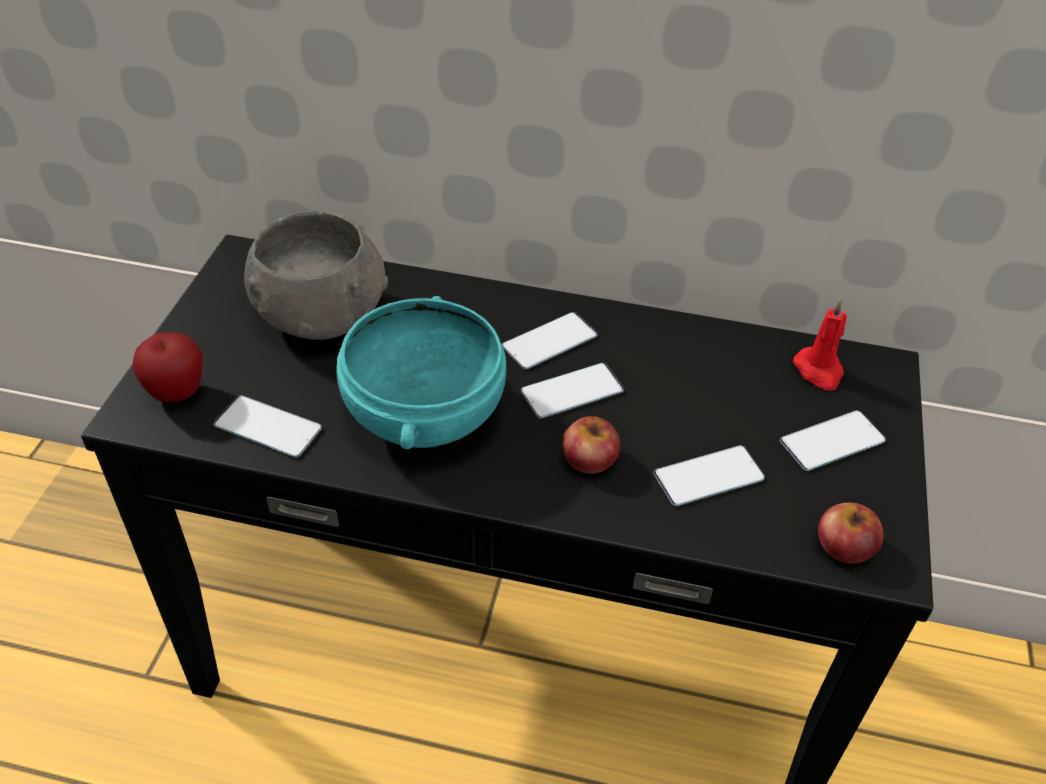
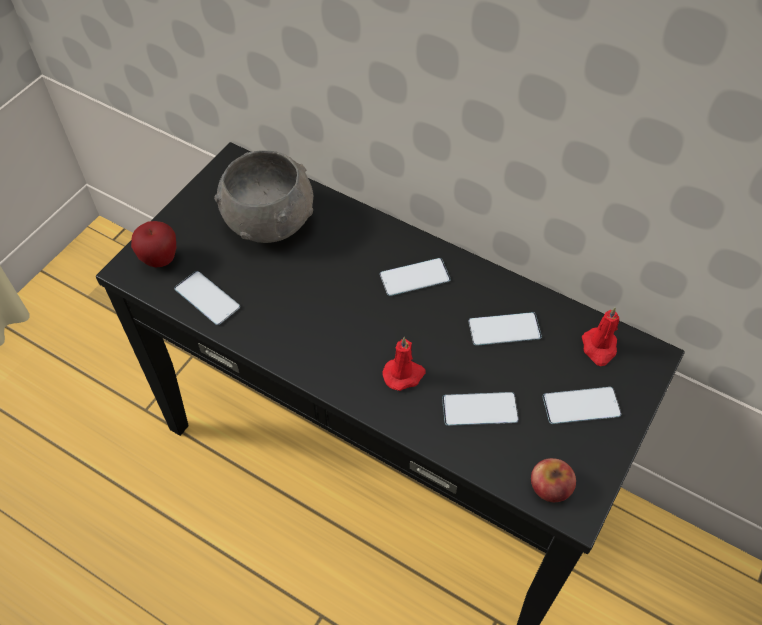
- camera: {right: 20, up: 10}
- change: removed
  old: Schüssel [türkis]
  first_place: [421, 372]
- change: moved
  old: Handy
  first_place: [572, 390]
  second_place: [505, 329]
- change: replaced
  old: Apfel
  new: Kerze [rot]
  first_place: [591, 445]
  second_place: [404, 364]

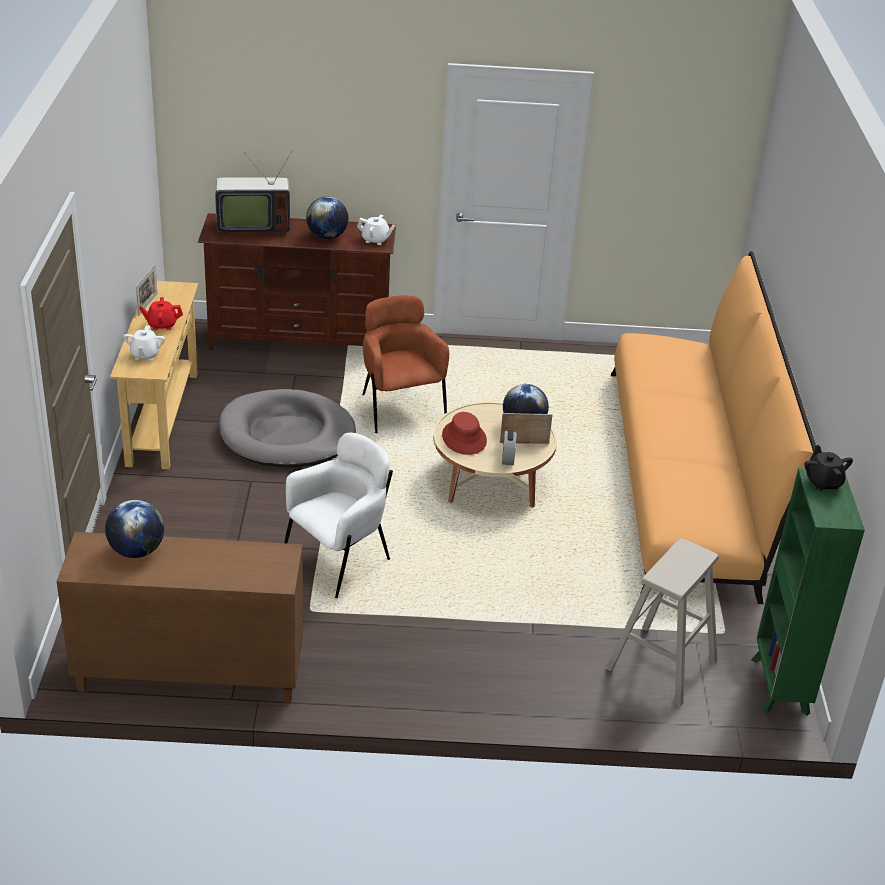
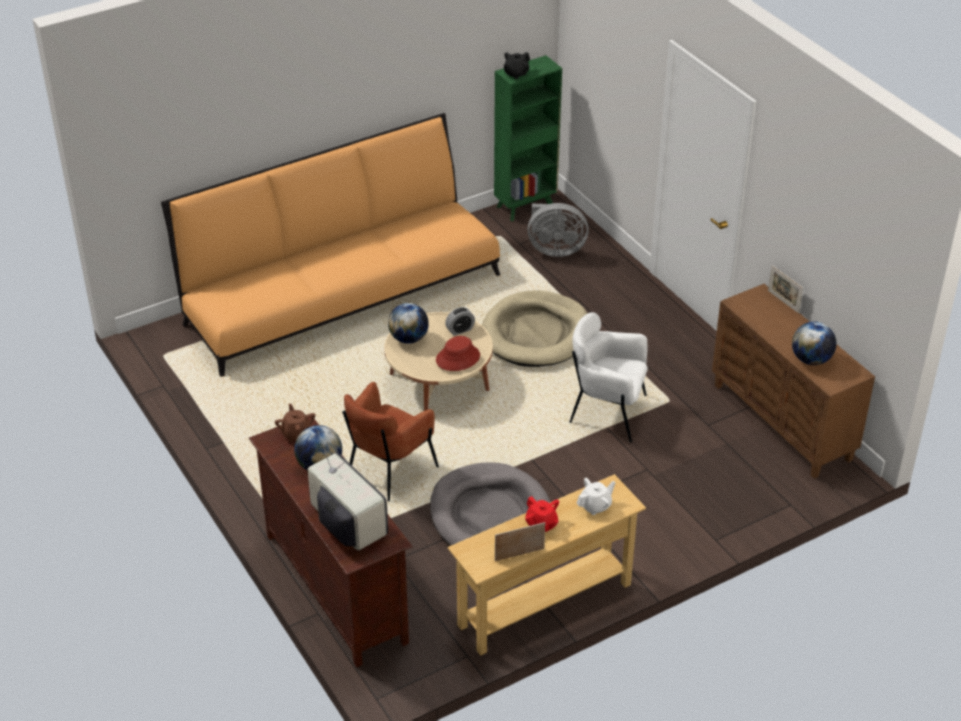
- camera: {right: -120, up: 5}
- change: recoloured
  old: Teekanne [weiß]
  new: Teekanne [braun]
  first_place: [376, 230]
  second_place: [295, 423]
- change: moved
  old: Bilderrahmen
  first_place: [526, 428]
  second_place: [785, 289]
- change: replaced
  old: Hocker [beige]
  new: Ventilator [grau]
  first_place: [662, 622]
  second_place: [558, 230]
- change: added
  new: Hundebett [beige]
  second_place: [535, 328]

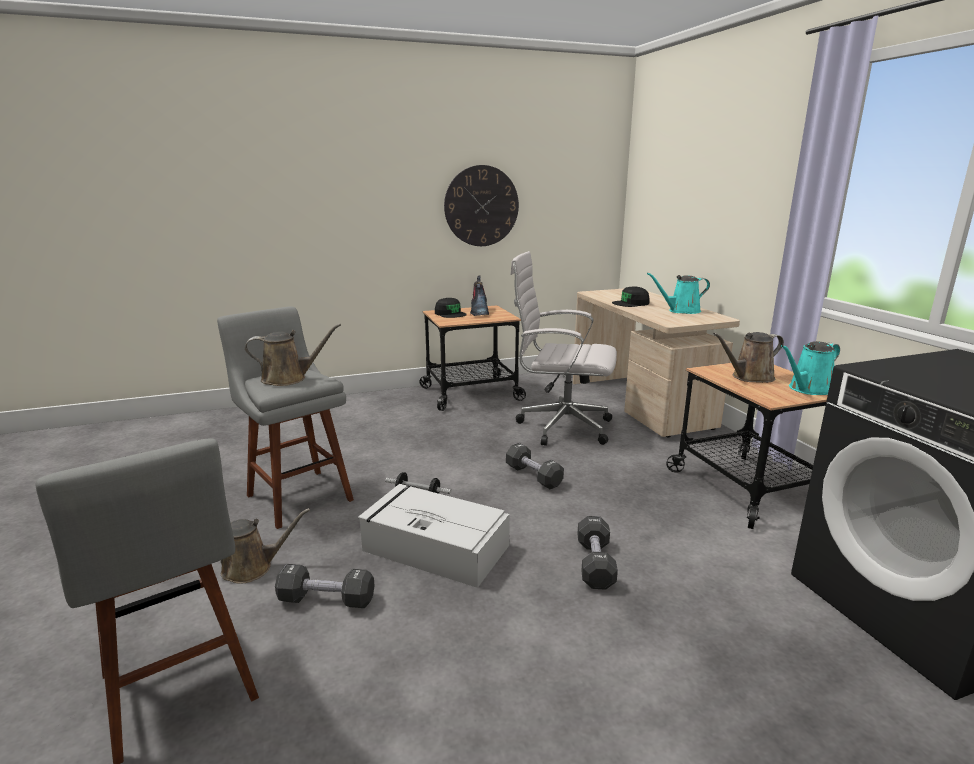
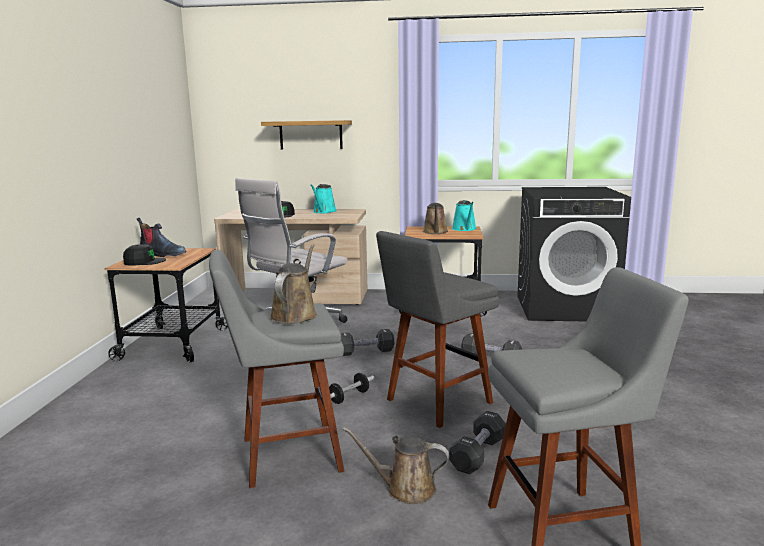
- camera: {right: -65, up: -5}
- change: turned
  old: Gießkanne [braun]
  first_place: [265, 546]
  second_place: [396, 465]
  degrees: -90
- change: replaced
  old: Aufbewahrungsbox [grau]
  new: Hocker [grau]
  first_place: [434, 536]
  second_place: [438, 329]
- change: removed
  old: Wanduhr
  first_place: [481, 205]
- change: added
  new: Wandregal
  second_place: [306, 134]

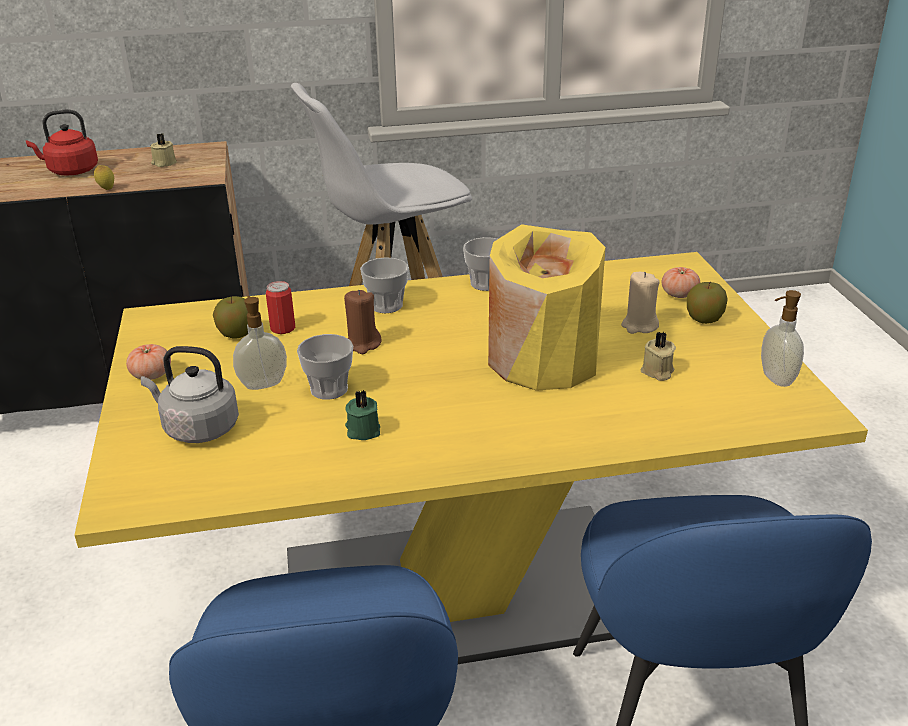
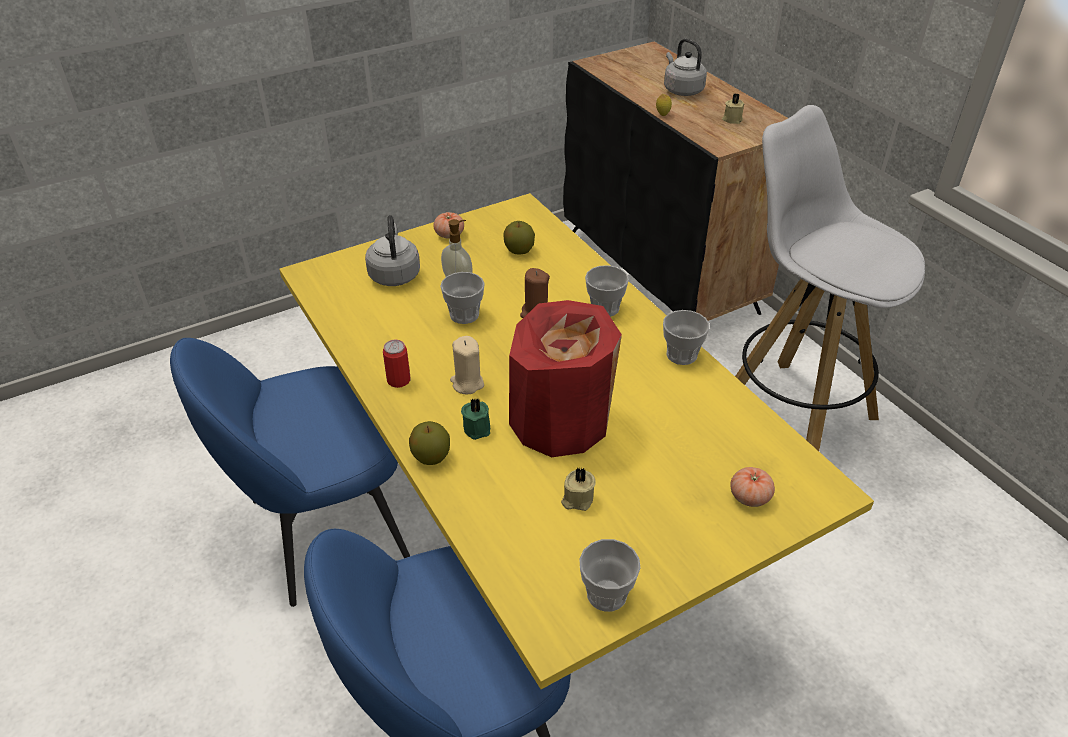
- camera: {right: 70, up: 10}
- change: recoloured
  old: Wasserkessel [rot]
  new: Wasserkessel [grau]
  first_place: [62, 142]
  second_place: [685, 67]
- change: moved
  old: Dose
  first_place: [280, 307]
  second_place: [396, 364]
- change: moved
  old: Kerze [grün]
  first_place: [362, 415]
  second_place: [475, 419]
- change: recoloured
  old: Vase [gelb]
  new: Vase [rot]
  first_place: [547, 307]
  second_place: [565, 378]
- change: moved
  old: Kerze [beige]
  first_place: [640, 303]
  second_place: [467, 365]
- change: moved
  old: Apfel
  first_place: [707, 303]
  second_place: [429, 443]
- change: replaced
  old: Seifenspender
  new: Tasse
  first_place: [782, 338]
  second_place: [610, 575]

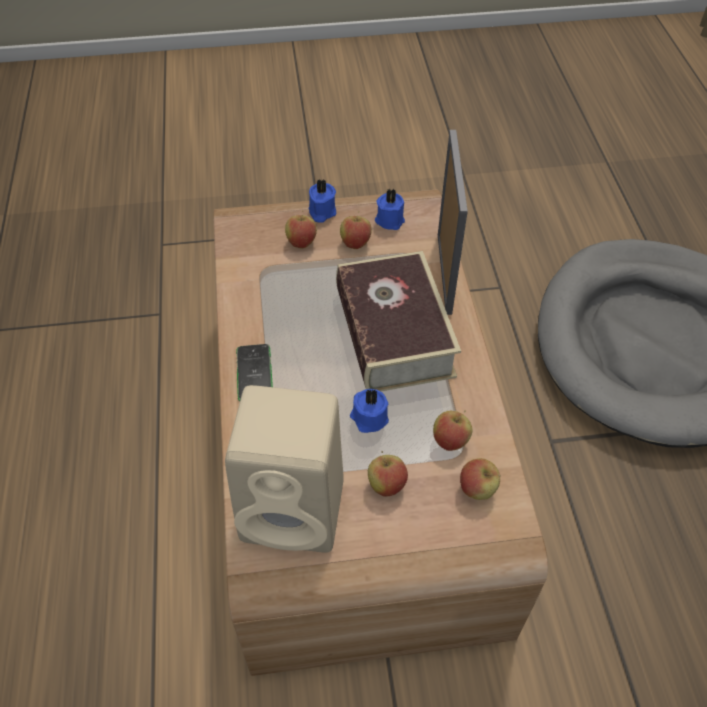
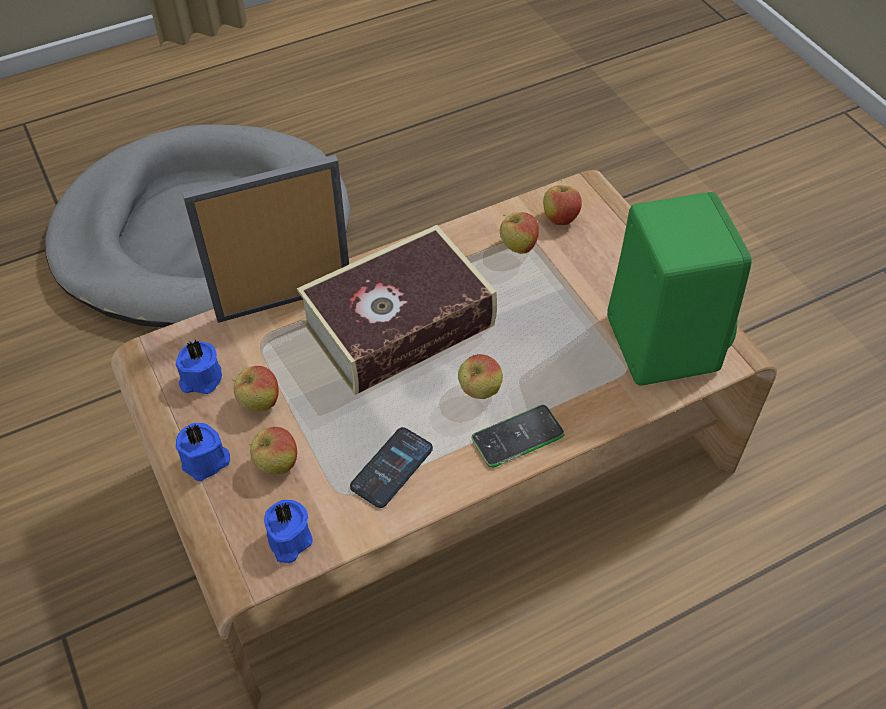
- camera: {right: -110, up: 0}
- change: recoloured
  old: Lautsprecher [beige]
  new: Lautsprecher [grün]
  first_place: [284, 469]
  second_place: [679, 289]
- change: moved
  old: Kerze [blau]
  first_place: [369, 411]
  second_place: [288, 531]
- change: moved
  old: Apfel
  first_place: [388, 474]
  second_place: [480, 376]
- change: added
  new: Handy
  second_place: [391, 467]

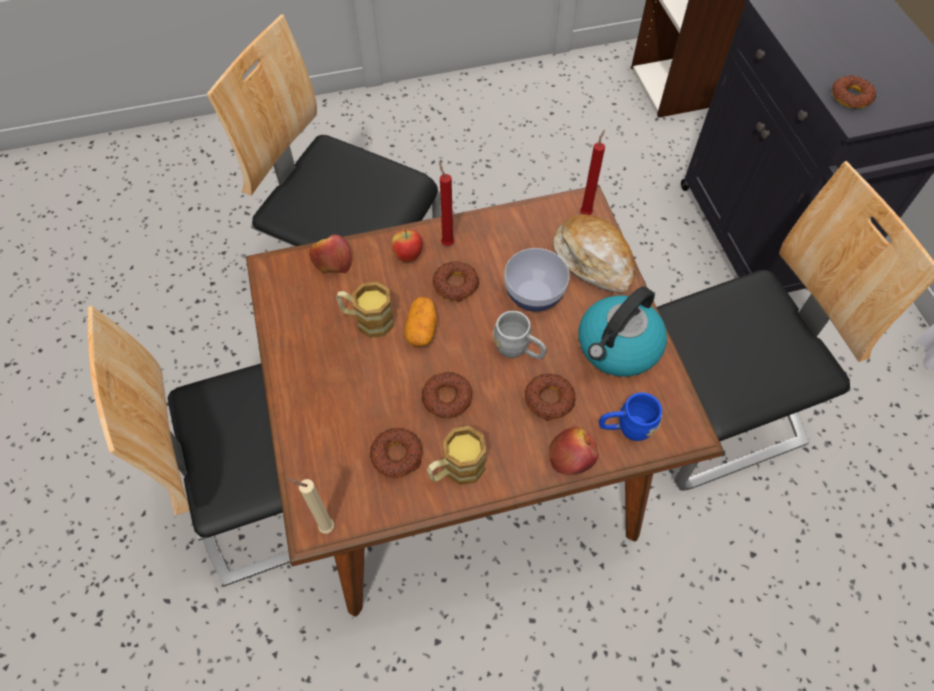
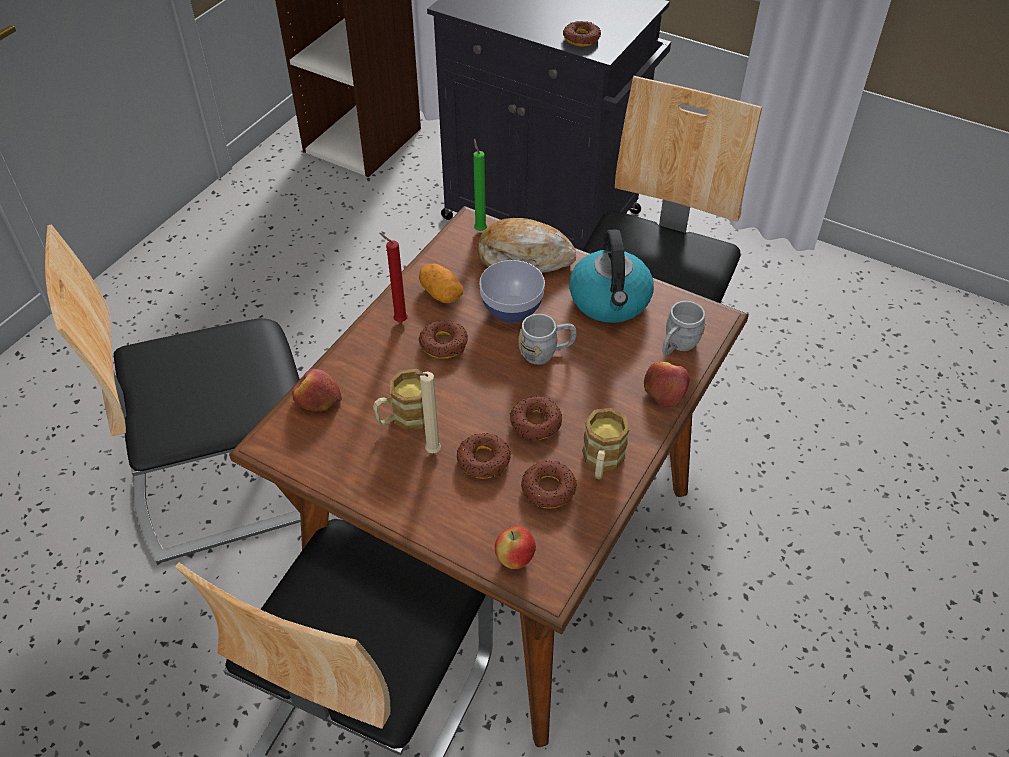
- camera: {right: -45, up: -10}
- change: moved
  old: Kerze [beige]
  first_place: [311, 506]
  second_place: [427, 412]
- change: moved
  old: Apfel
  first_place: [407, 245]
  second_place: [515, 547]
- change: moved
  old: Kartoffel
  first_place: [420, 321]
  second_place: [441, 283]
- change: moved
  old: Donut
  first_place: [550, 397]
  second_place: [484, 456]
- change: recoloured
  old: Kerze [rot]
  new: Kerze [grün]
  first_place: [592, 172]
  second_place: [480, 184]
- change: recoloured
  old: Henkelbecher [blau]
  new: Henkelbecher [grau]
  first_place: [630, 417]
  second_place: [683, 328]

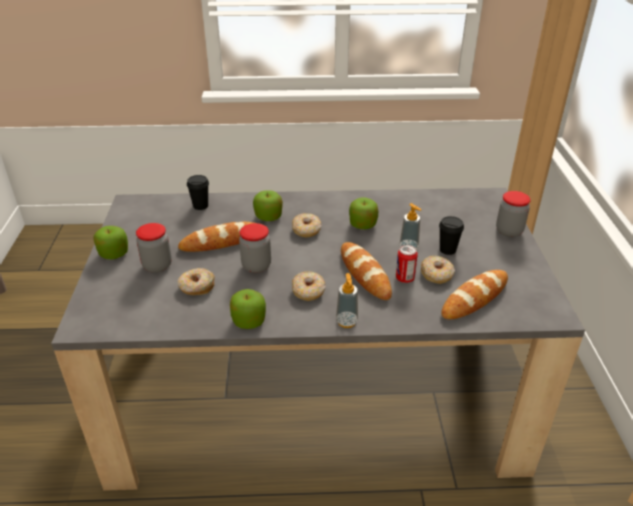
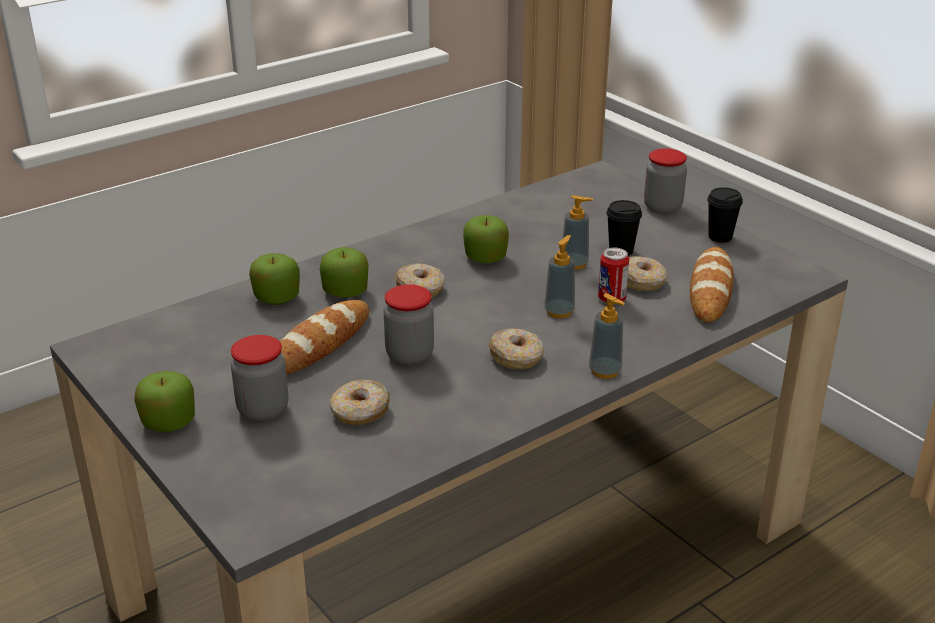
- camera: {right: -35, up: -5}
- change: moved
  old: Tasse [schwarz]
  first_place: [198, 192]
  second_place: [725, 215]
- change: moved
  old: Apfel
  first_place: [248, 309]
  second_place: [274, 279]
- change: replaced
  old: Brot
  new: Seifenspender
  first_place: [366, 271]
  second_place: [559, 276]

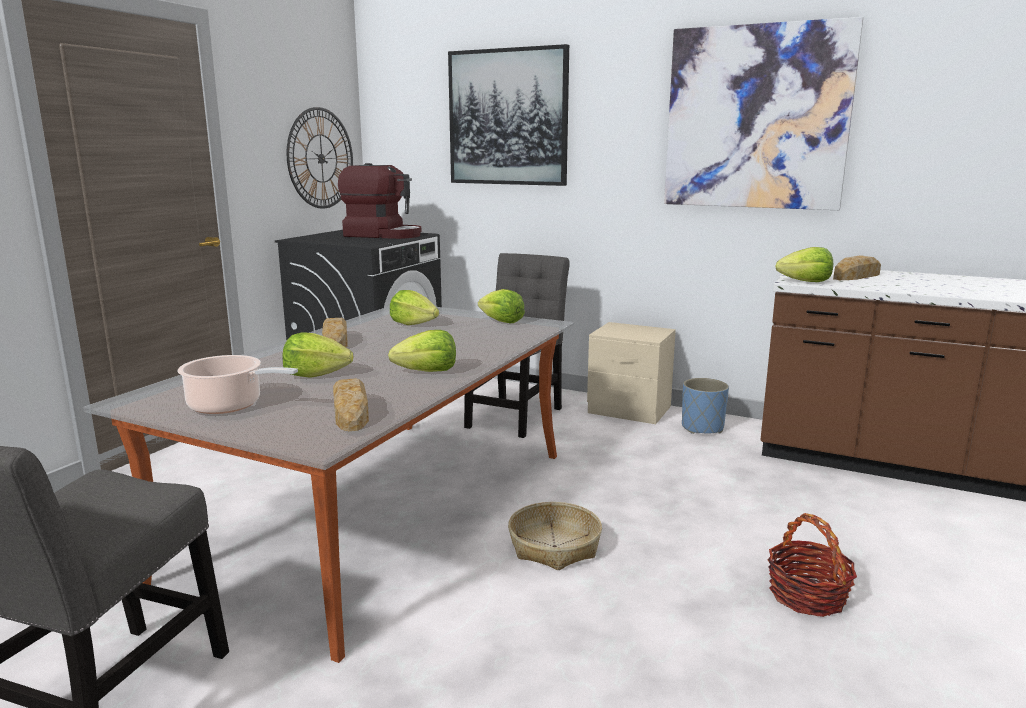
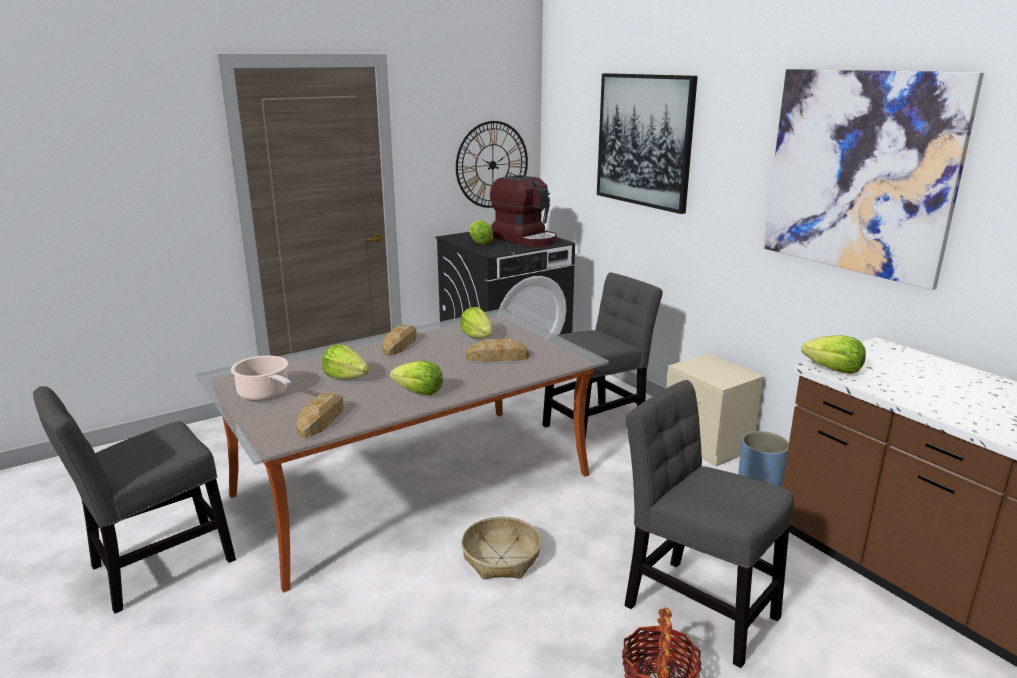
- camera: {right: 30, up: 5}
- change: moved
  old: Salatkopf
  first_place: [501, 306]
  second_place: [481, 232]
- change: moved
  old: Brot
  first_place: [857, 267]
  second_place: [497, 350]
- change: added
  new: Stuhl [grau]
  second_place: [709, 524]

